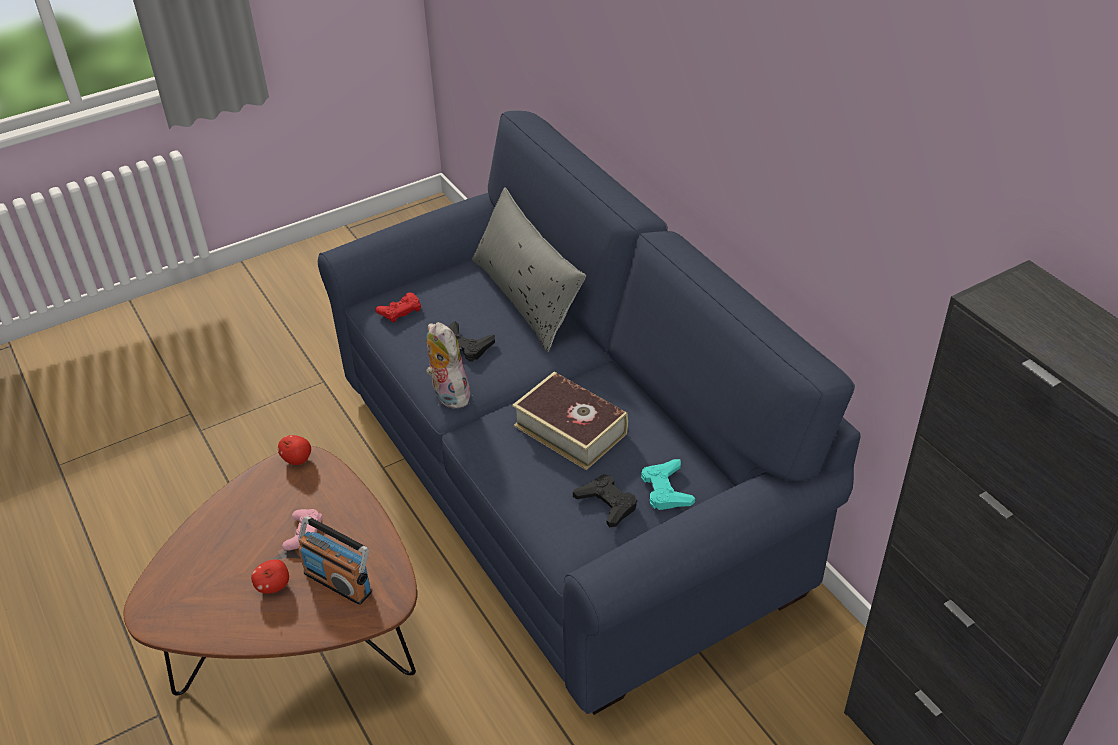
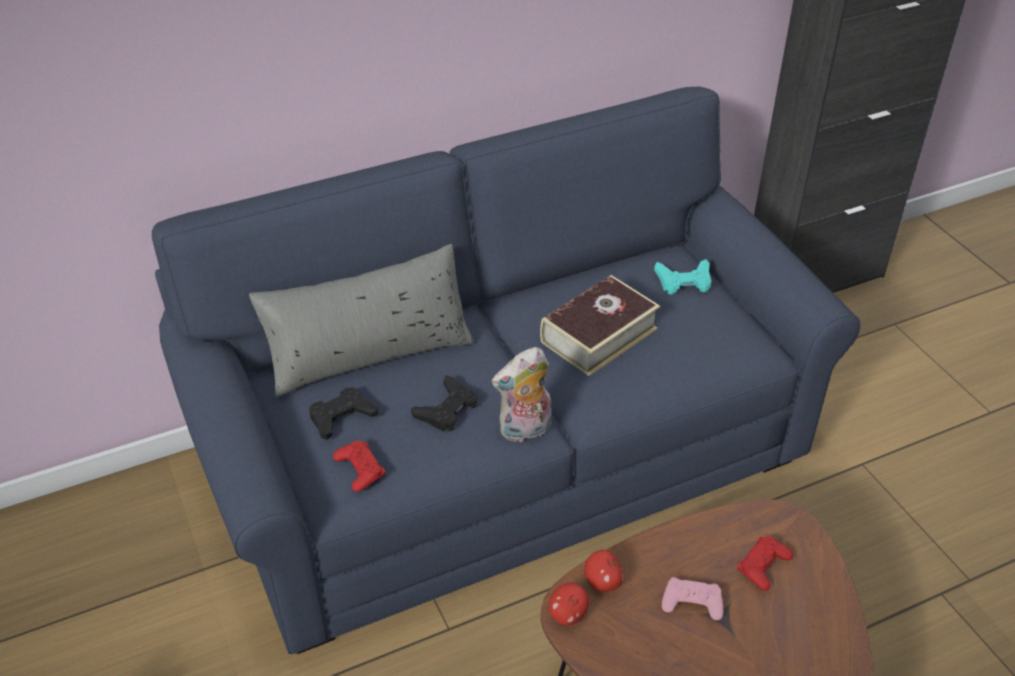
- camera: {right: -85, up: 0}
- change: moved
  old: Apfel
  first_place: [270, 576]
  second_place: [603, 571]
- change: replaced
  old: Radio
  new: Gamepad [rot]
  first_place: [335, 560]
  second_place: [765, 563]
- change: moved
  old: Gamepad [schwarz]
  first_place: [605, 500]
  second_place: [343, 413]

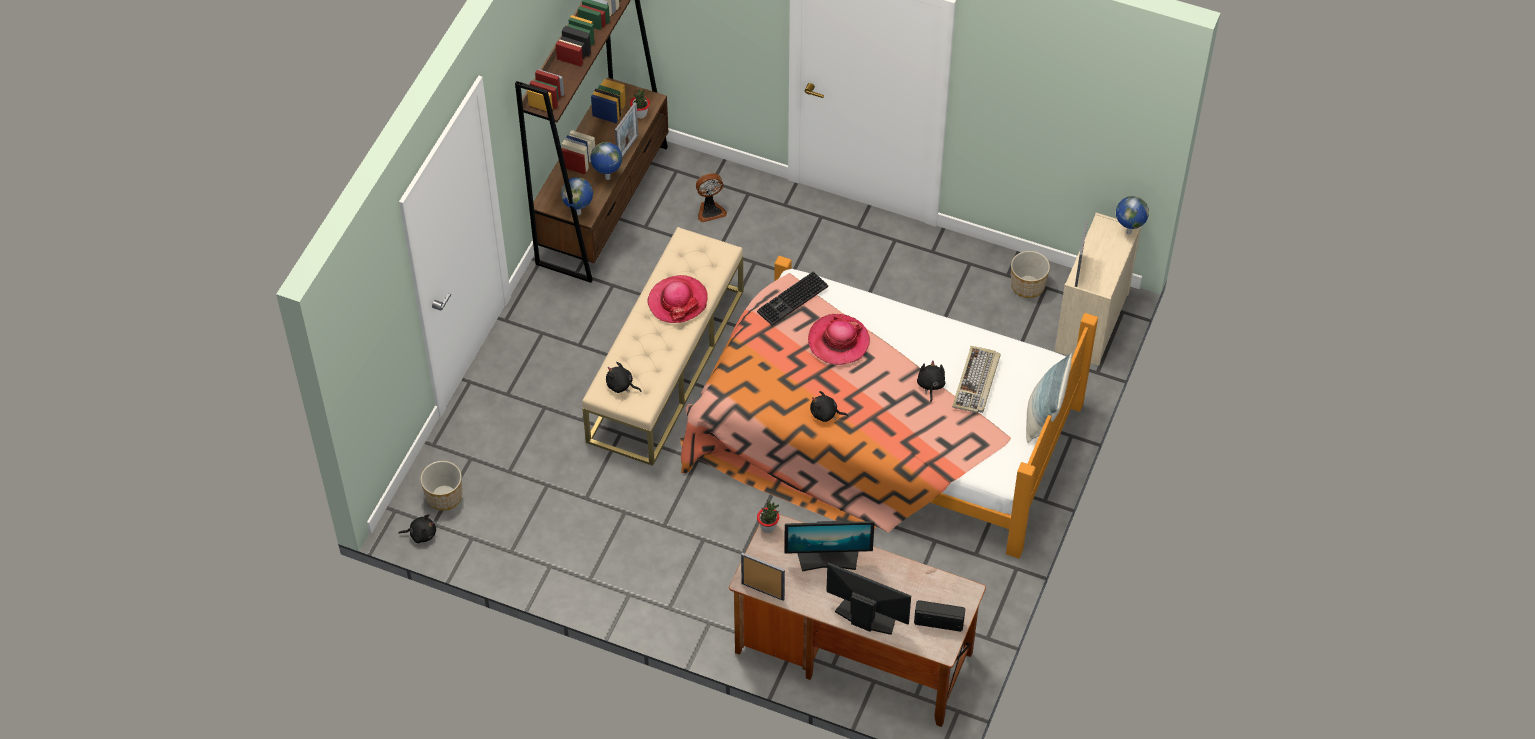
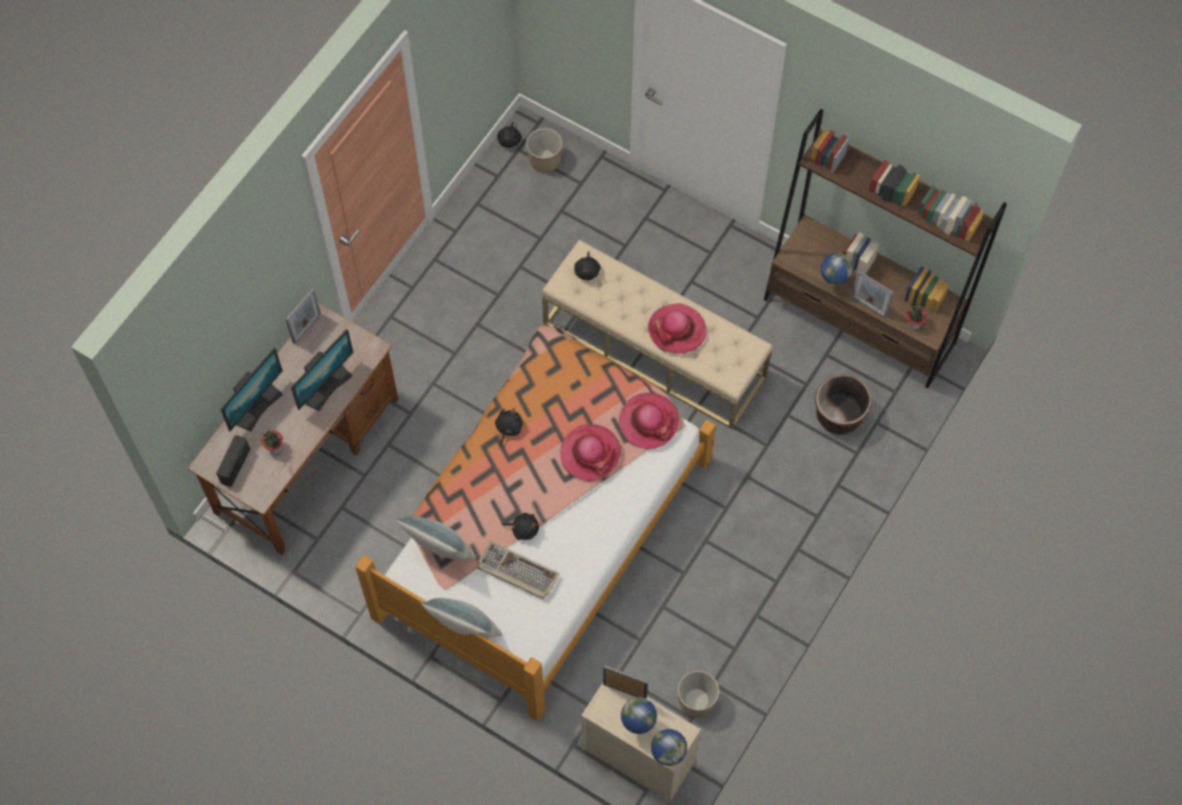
- camera: {right: 100, up: 10}
- change: moved
  old: Globus
  first_place: [577, 196]
  second_place: [639, 715]
- change: turned
  old: Plüschtier [schwarz]
  first_place: [624, 377]
  second_place: [587, 265]
  degrees: 150
- change: replaced
  old: Ventilator
  new: Pflanzkübel [braun]
  first_place: [711, 198]
  second_place: [843, 404]
- change: replaced
  old: Tastatur
  new: Hut
  first_place: [792, 299]
  second_place: [649, 421]
- change: moved
  old: Topfpflanze
  first_place: [768, 516]
  second_place: [272, 441]
- change: turned
  old: Monitor
  first_place: [829, 546]
  second_place: [322, 370]
  degrees: -150
- change: added
  new: Kissen
  second_place: [435, 538]

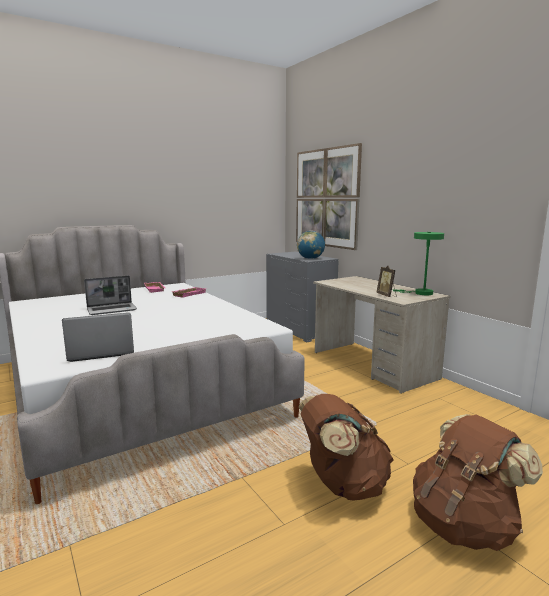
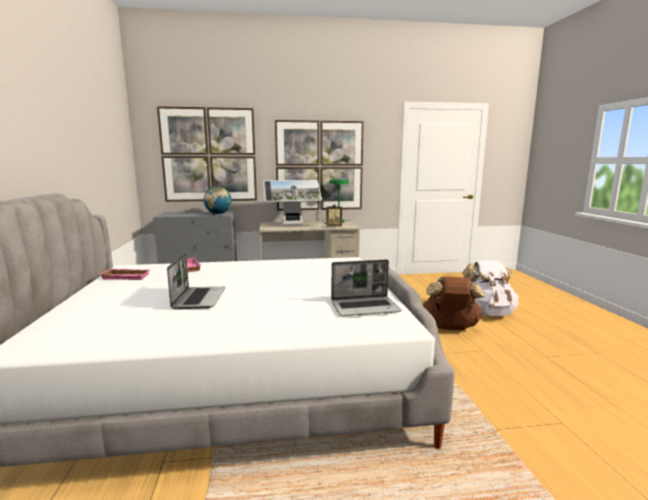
- camera: {right: -65, up: 0}
- change: turned
  old: Laptop
  first_place: [98, 337]
  second_place: [366, 287]
  degrees: -105
- change: recoloured
  old: Rucksack [braun]
  new: Rucksack [weiß]
  first_place: [478, 482]
  second_place: [490, 288]
- change: added
  new: Monitor
  second_place: [292, 203]
- change: added
  new: Bild
  second_place: [319, 165]

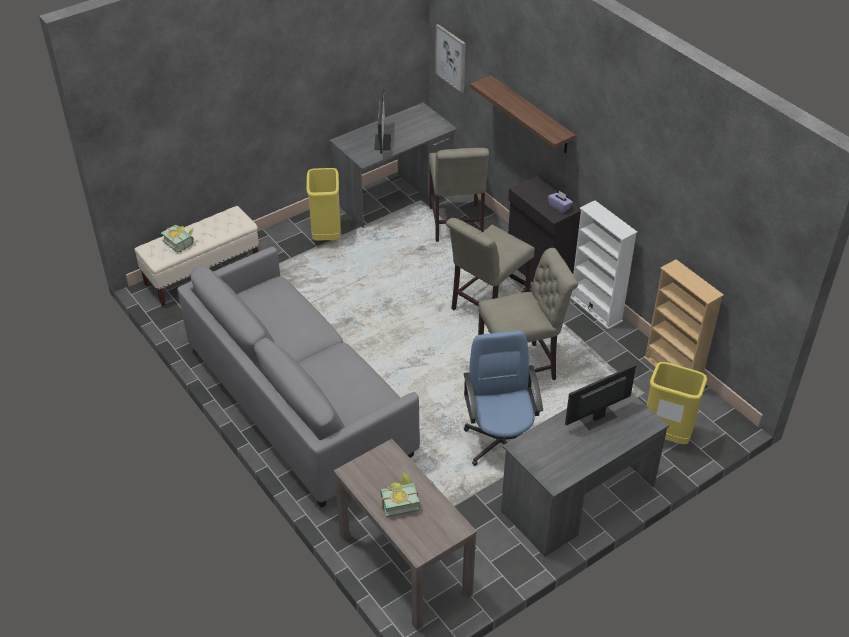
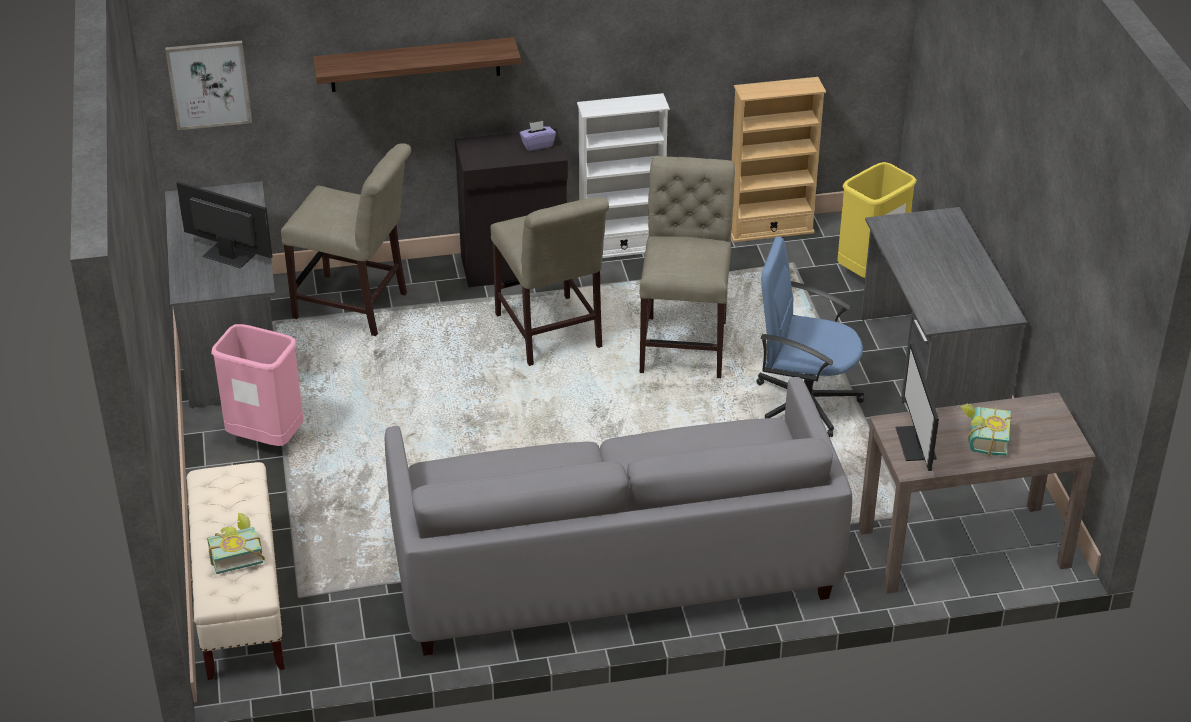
- camera: {right: -65, up: -5}
- change: recoloured
  old: Mülleimer [gelb]
  new: Mülleimer [rosa]
  first_place: [324, 204]
  second_place: [257, 385]
- change: moved
  old: Monitor
  first_place: [600, 397]
  second_place: [917, 407]

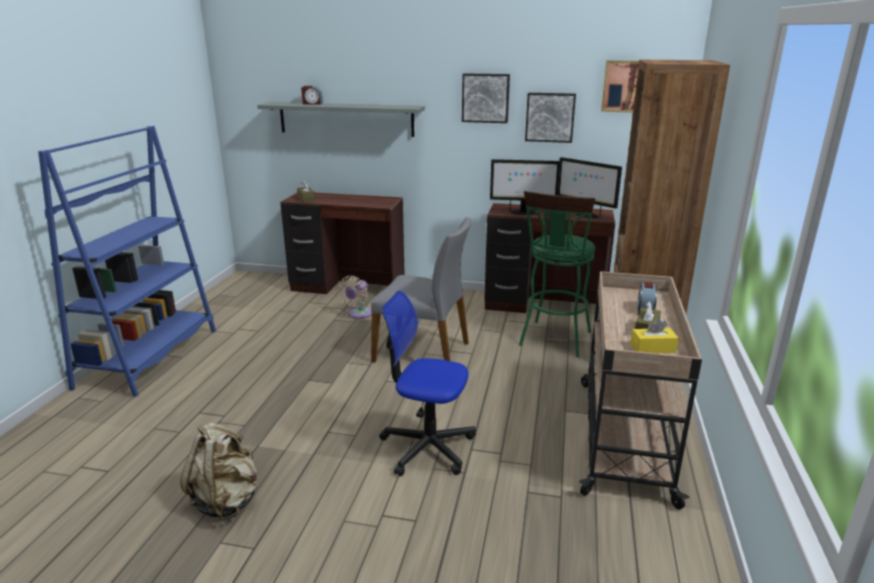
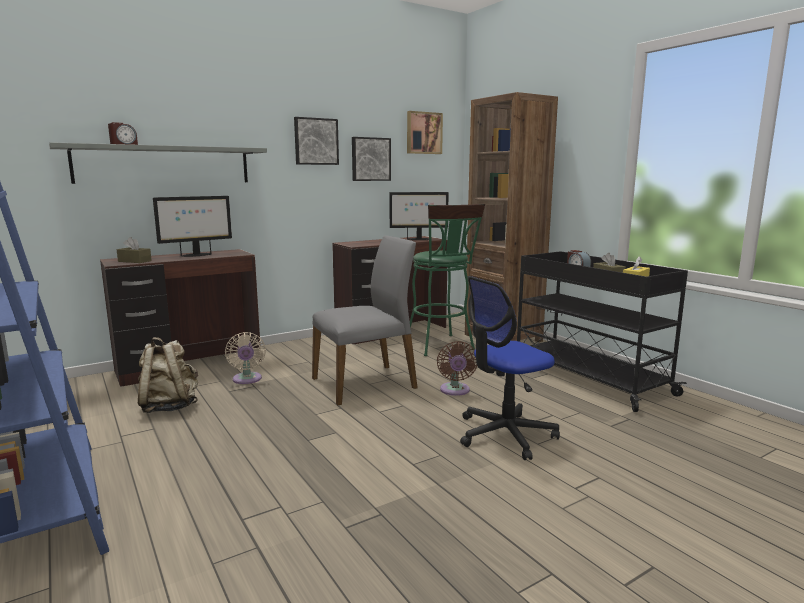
- camera: {right: -45, up: -10}
- change: moved
  old: Rucksack [beige]
  first_place: [218, 471]
  second_place: [168, 375]
- change: moved
  old: Monitor
  first_place: [525, 187]
  second_place: [192, 226]
- change: recoloured
  old: Rollwagen [beige]
  new: Rollwagen [schwarz]
  first_place: [640, 390]
  second_place: [602, 331]
- change: added
  new: Ventilator [braun]
  second_place: [457, 368]

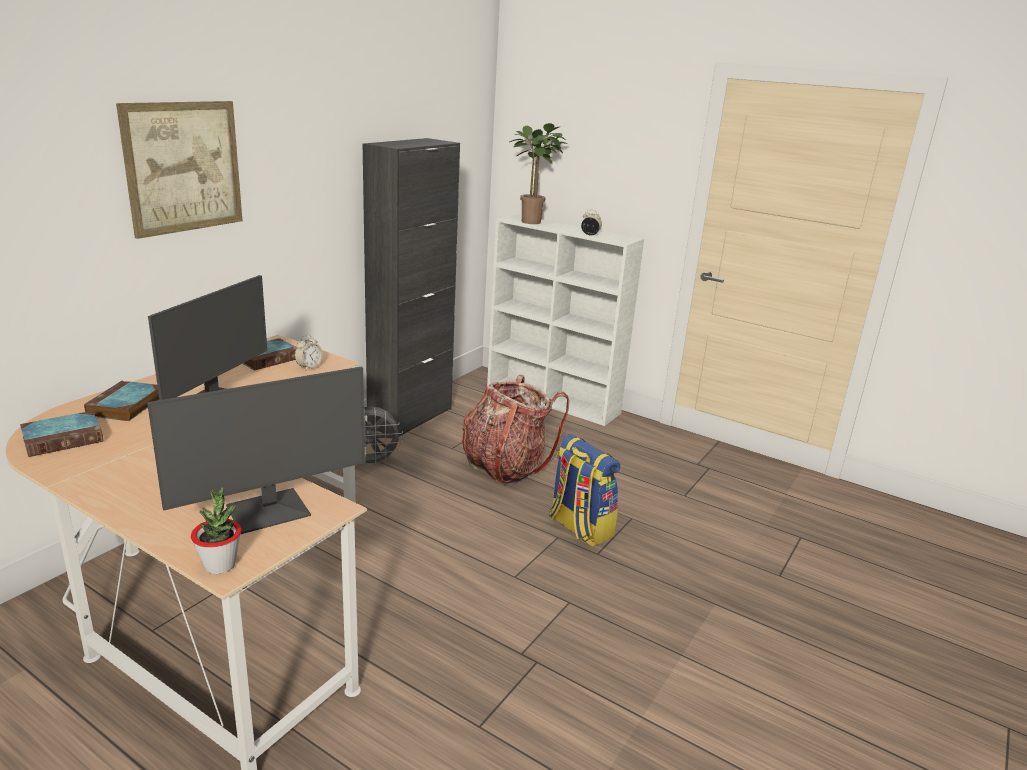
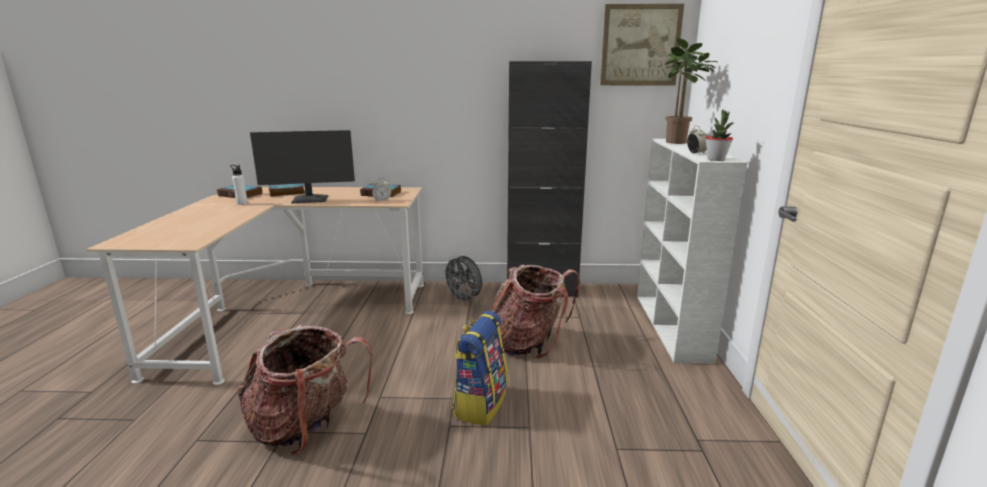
- camera: {right: 60, up: -5}
- change: moved
  old: Bild
  first_place: [179, 170]
  second_place: [642, 44]
- change: removed
  old: Monitor
  first_place: [256, 450]
- change: moved
  old: Topfpflanze
  first_place: [216, 530]
  second_place: [719, 135]
- change: added
  new: Flasche [weiß]
  second_place: [239, 185]
- change: added
  new: Rucksack
  second_place: [305, 390]

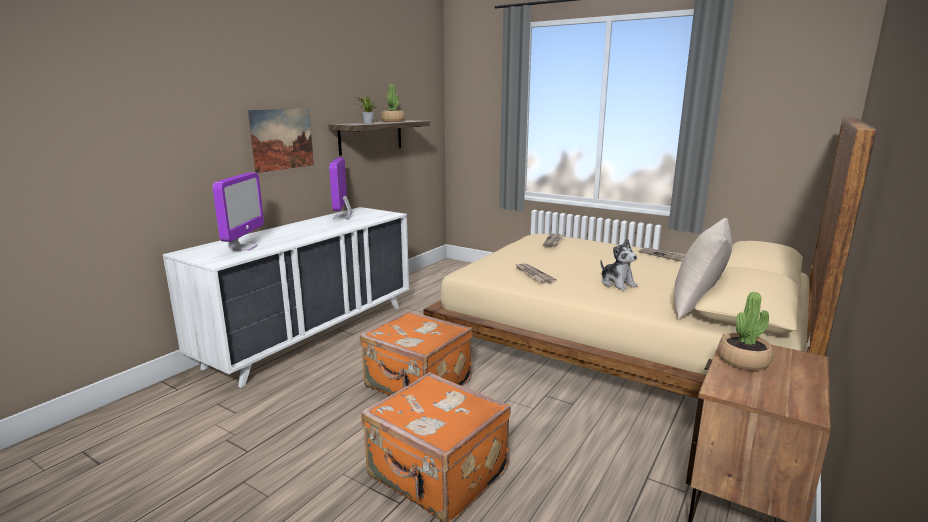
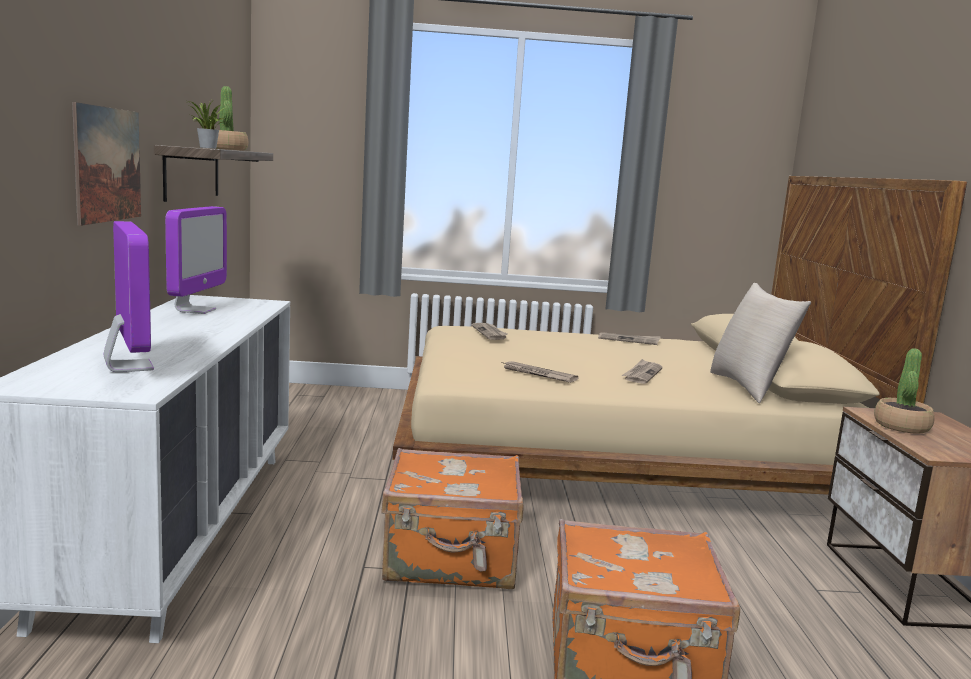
- camera: {right: -35, up: -5}
- change: turned
  old: Monitor
  first_place: [340, 188]
  second_place: [196, 260]
  degrees: -135
- change: replaced
  old: Plüschtier
  new: Zeitung
  first_place: [619, 264]
  second_place: [642, 371]

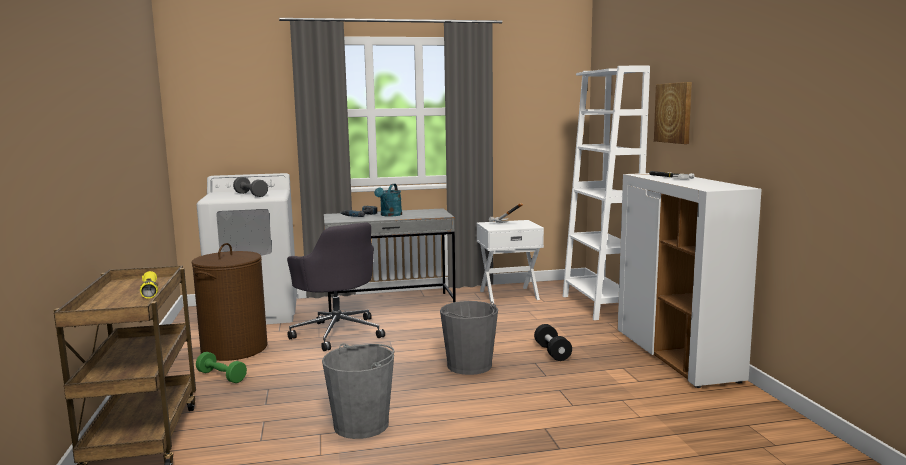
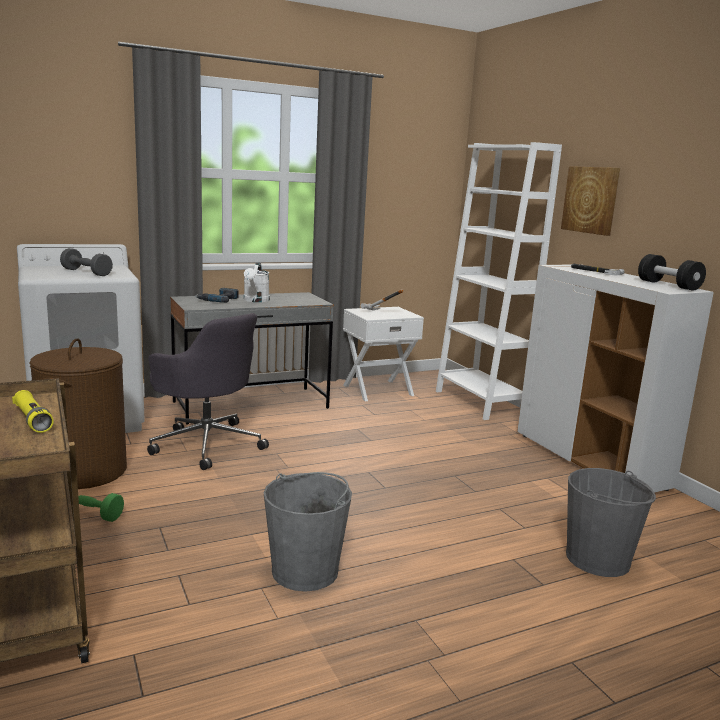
- camera: {right: -15, up: 5}
- change: recoloured
  old: Gießkanne [türkis]
  new: Gießkanne [weiß]
  first_place: [388, 200]
  second_place: [257, 282]
- change: moved
  old: Eimer [grau]
  first_place: [469, 338]
  second_place: [611, 522]
- change: moved
  old: Hantel [schwarz]
  first_place: [553, 342]
  second_place: [672, 272]

